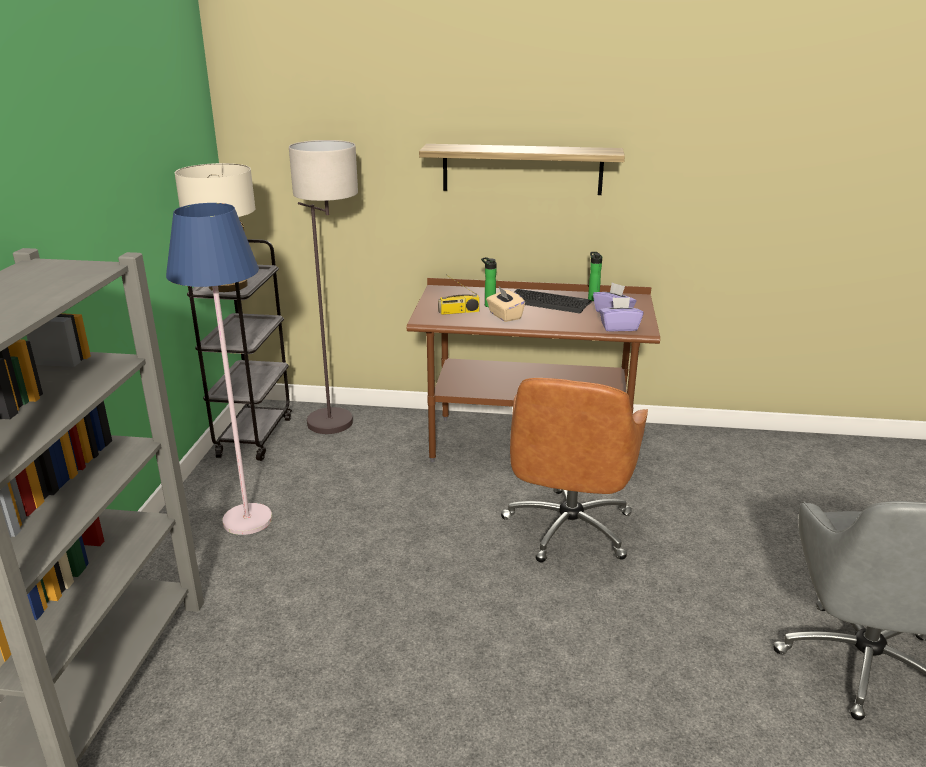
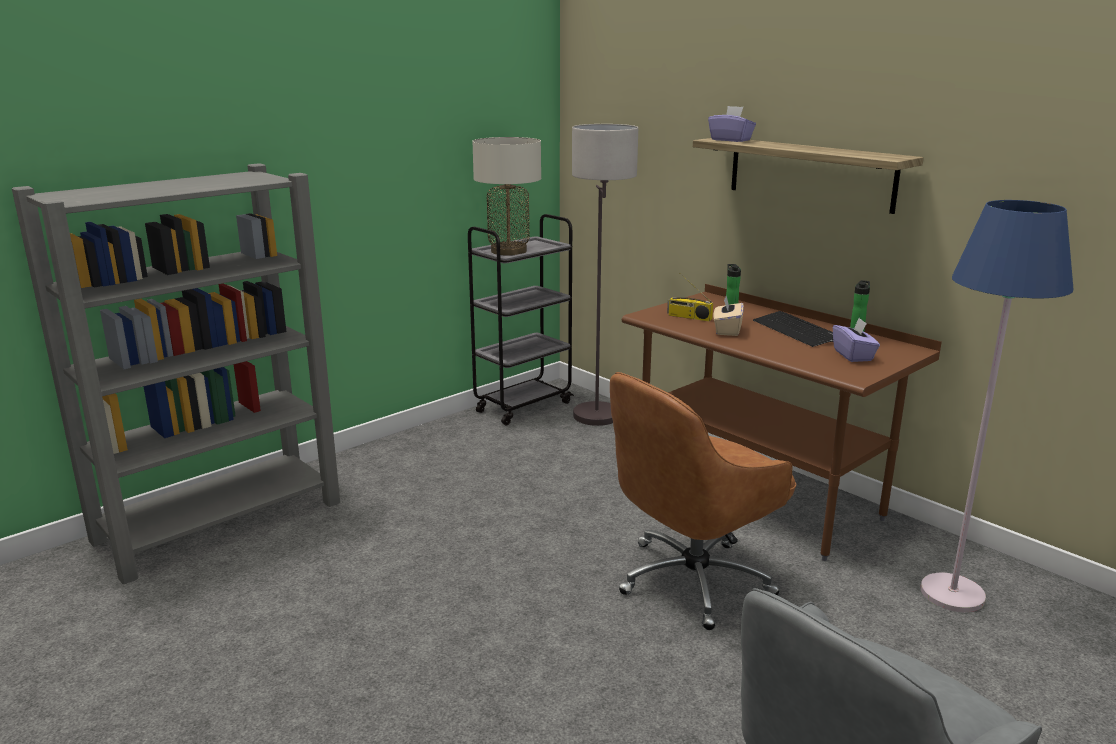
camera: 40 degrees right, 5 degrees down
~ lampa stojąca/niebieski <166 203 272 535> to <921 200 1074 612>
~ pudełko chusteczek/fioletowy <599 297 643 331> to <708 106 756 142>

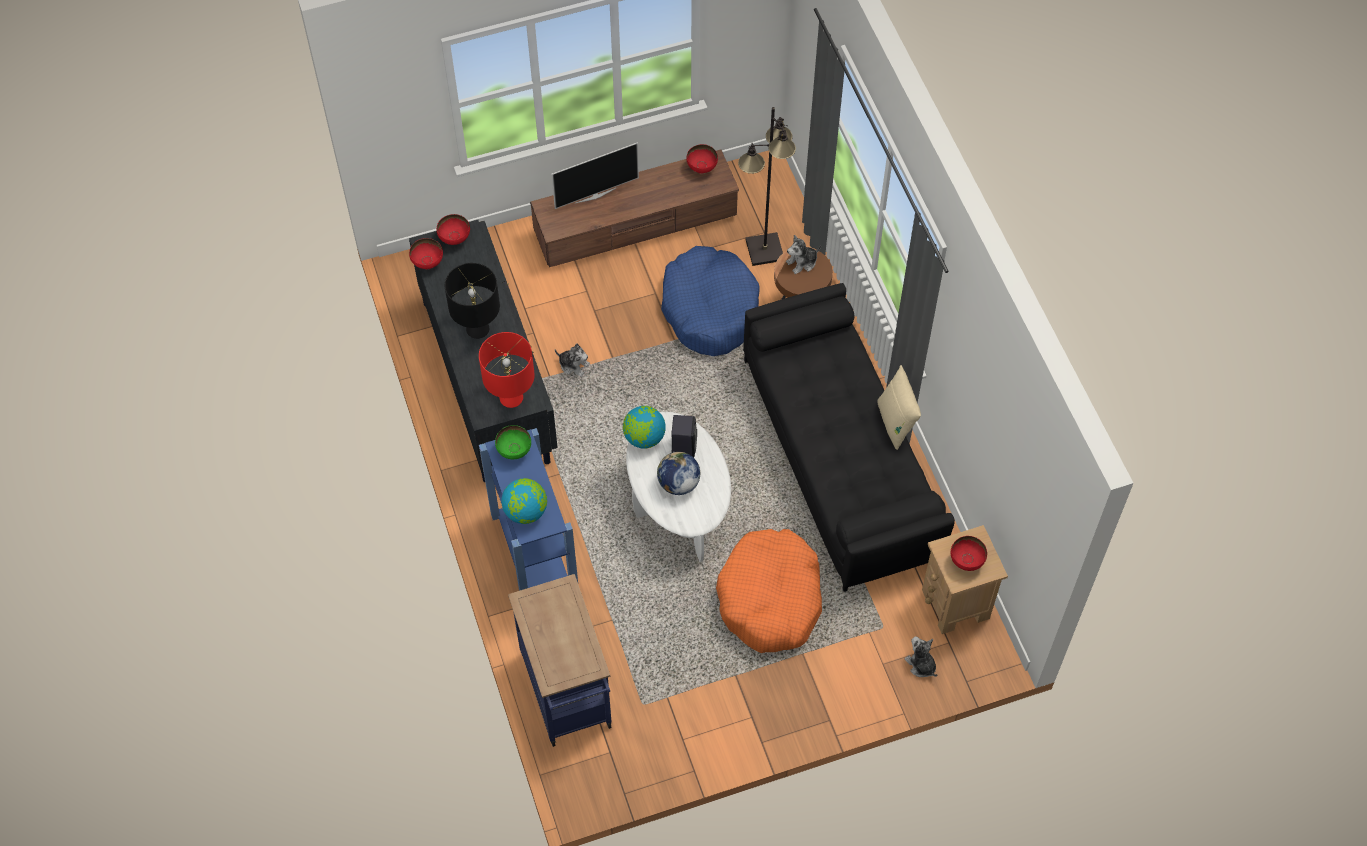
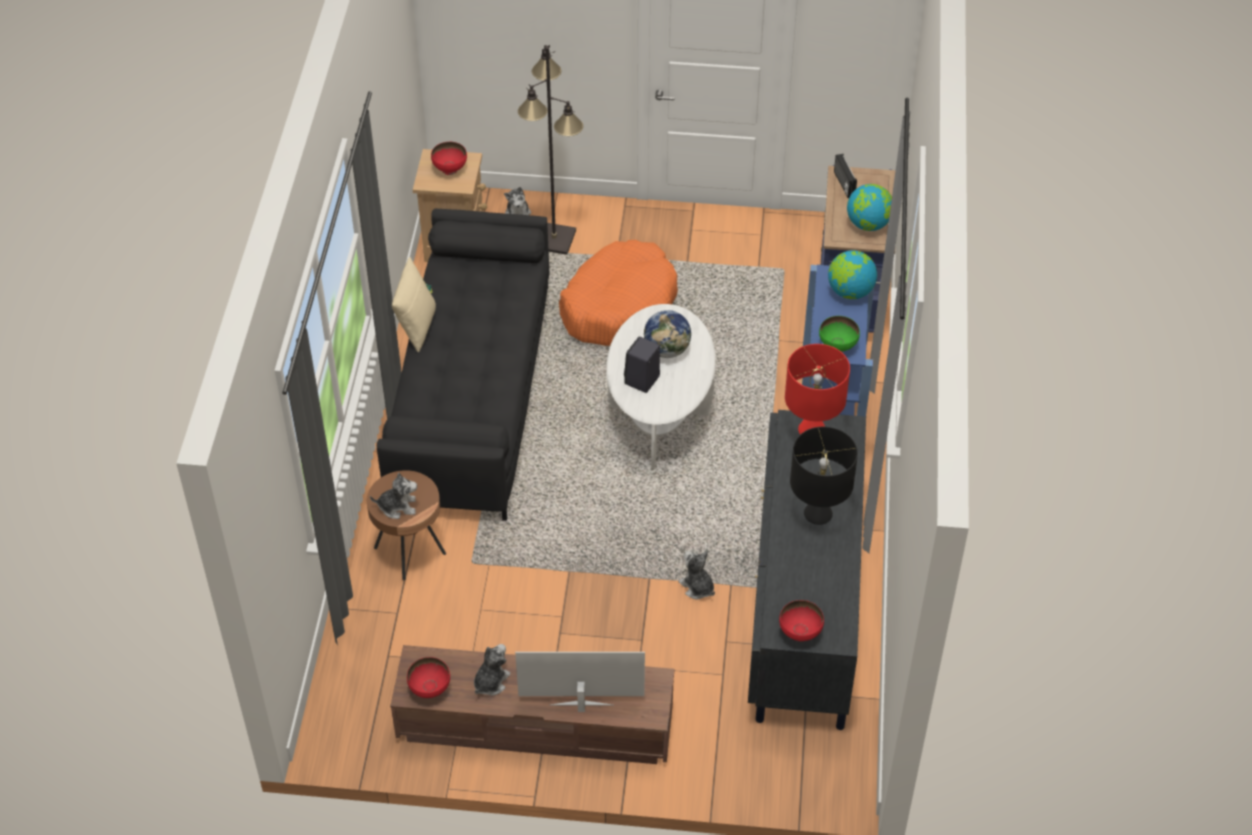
camera: 155 degrees left, 10 degrees down
- miska/czerwony <409 238 443 269>
~ globus <623 406 666 449> to <847 184 892 231>
- legowisko/niebieski <661 246 760 356>
~ lampa stojąca/czarny <738 107 796 266> to <518 45 583 255>
+ pluszak <474 644 511 696>
+ radio <834 154 857 198>

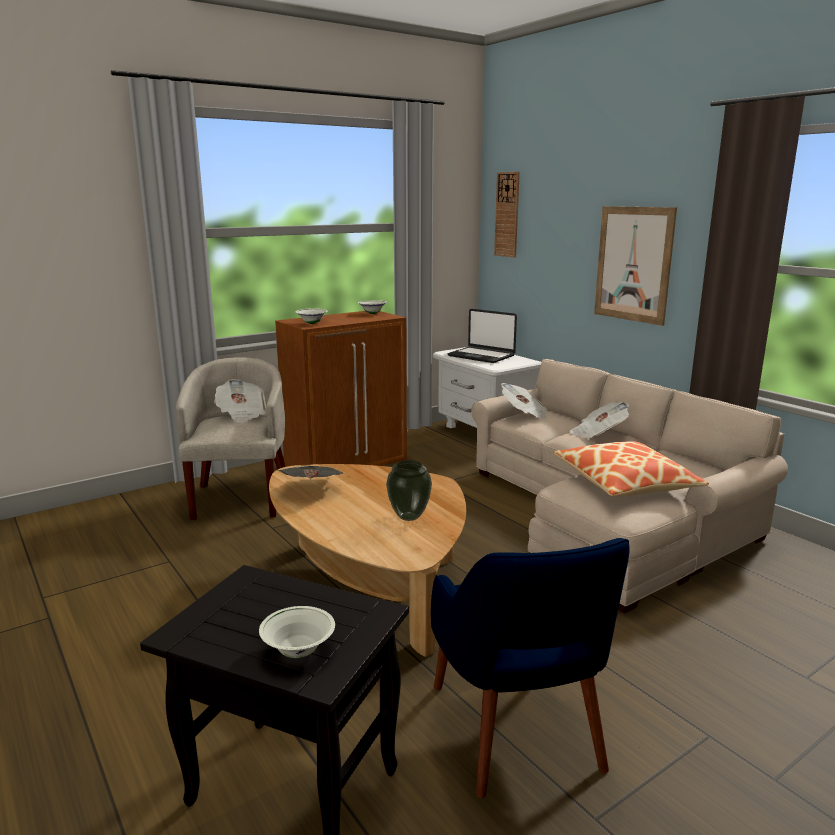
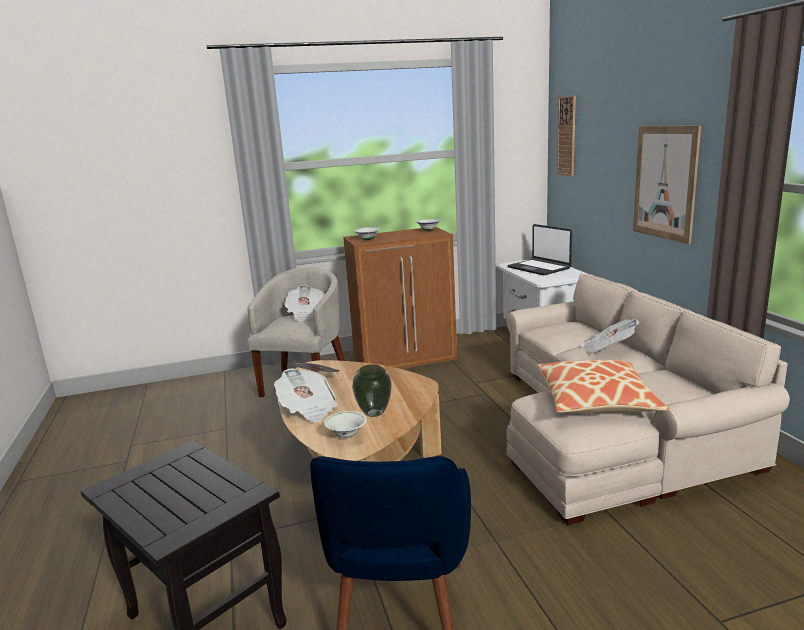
camera: 20 degrees right, 0 degrees up
~ miska/biały <259 606 335 658> to <324 411 367 438>
~ gazeta <501 383 547 420> to <274 368 338 423>

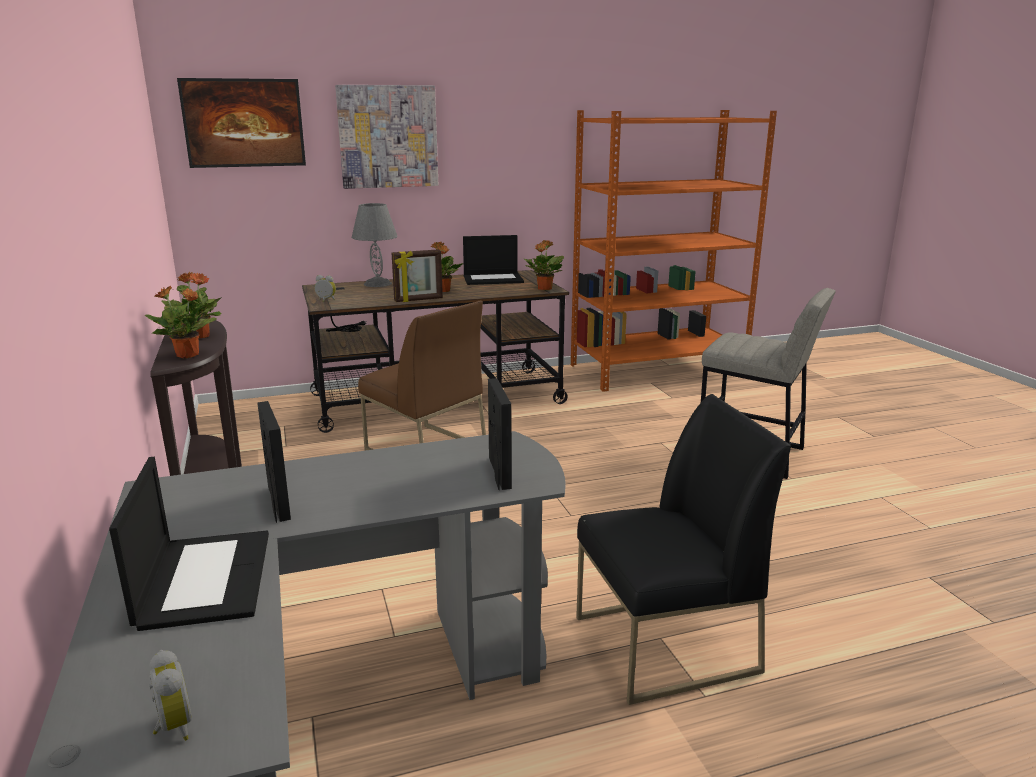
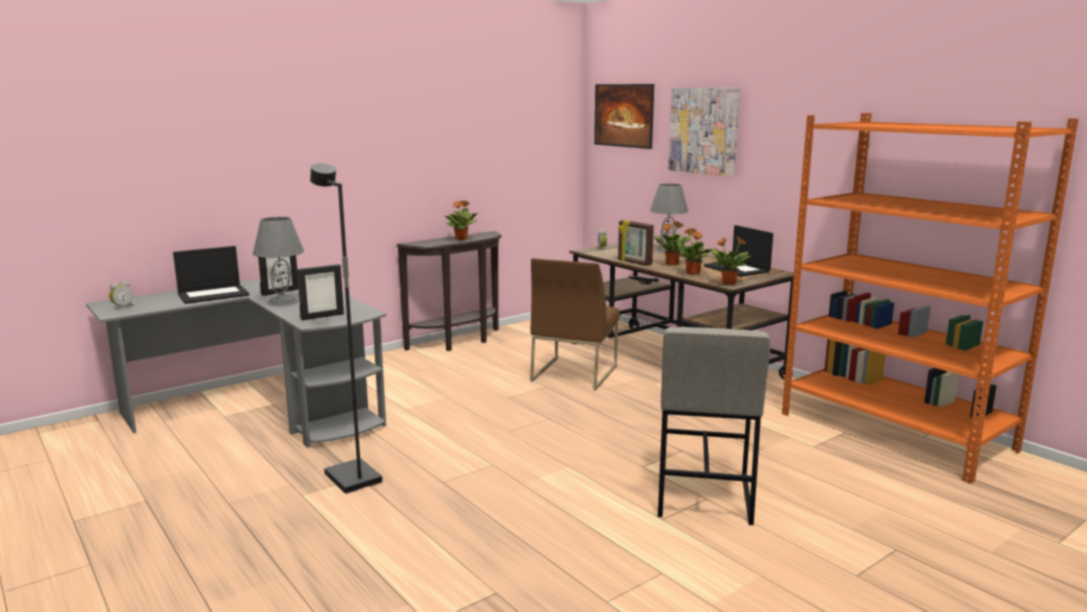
camera: 70 degrees right, 5 degrees down
~ roślina doniczkowa <145 286 217 359> to <677 228 715 275>
~ krzesło/czarny <576 394 791 705> to lampa stojąca/czarny <310 163 382 494>
+ lampa stołowa/szary <253 217 304 306>

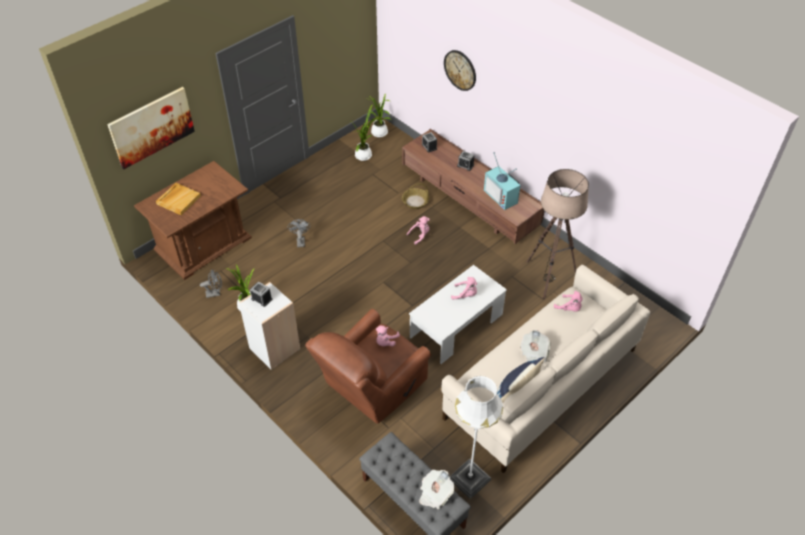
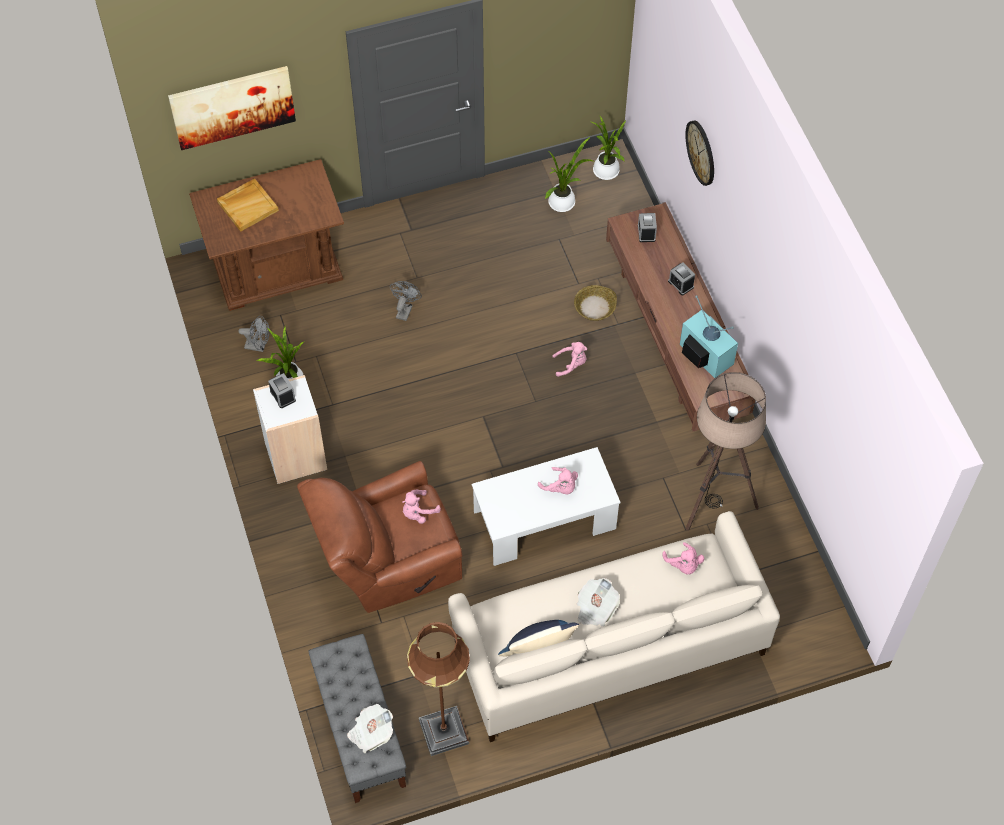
camera: 25 degrees right, 10 degrees up
~ lampa stojąca/biały <450 376 503 500> to lampa stojąca/brązowy <407 622 470 756>
~ telewizor <484 152 521 210> = <680 295 738 378> 150 degrees clockwise

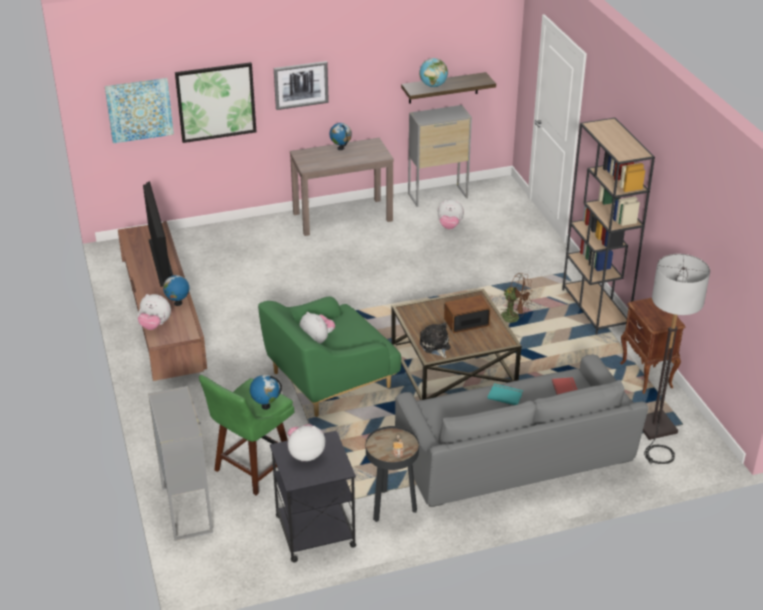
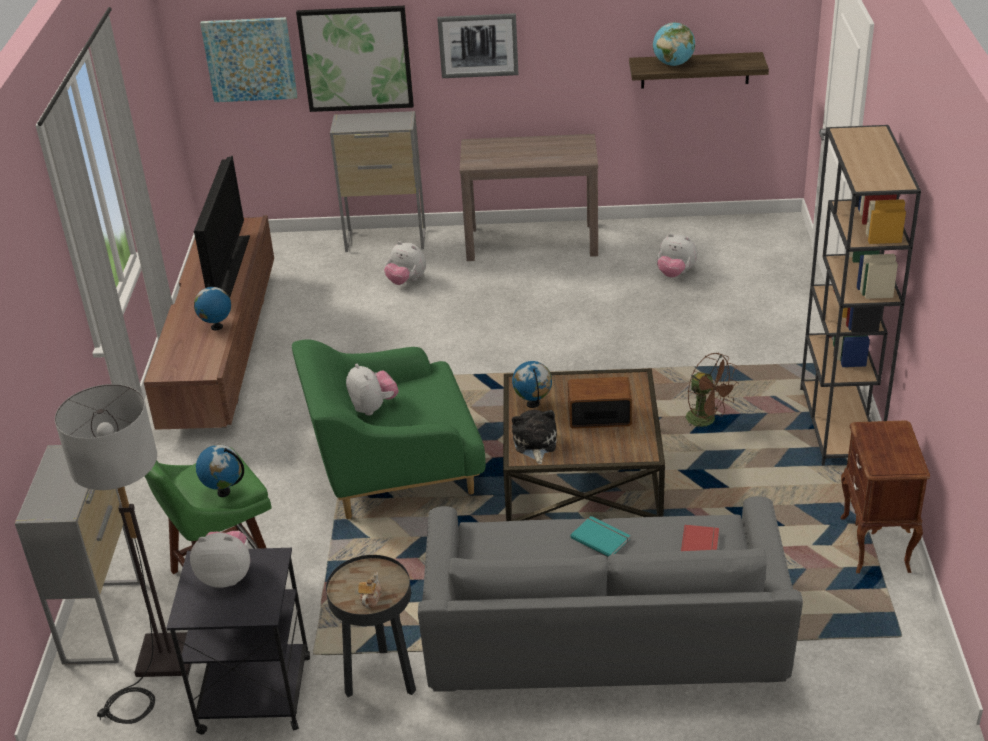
camera: 20 degrees right, 0 degrees up
~ pluszak <138 294 171 330> to <384 241 426 285>
~ globus <329 123 352 150> to <512 361 552 408>
~ szafka/szary <408 105 472 207> to <330 111 426 252>
~ lampa stojąca <643 254 710 464> to <55 384 190 724>

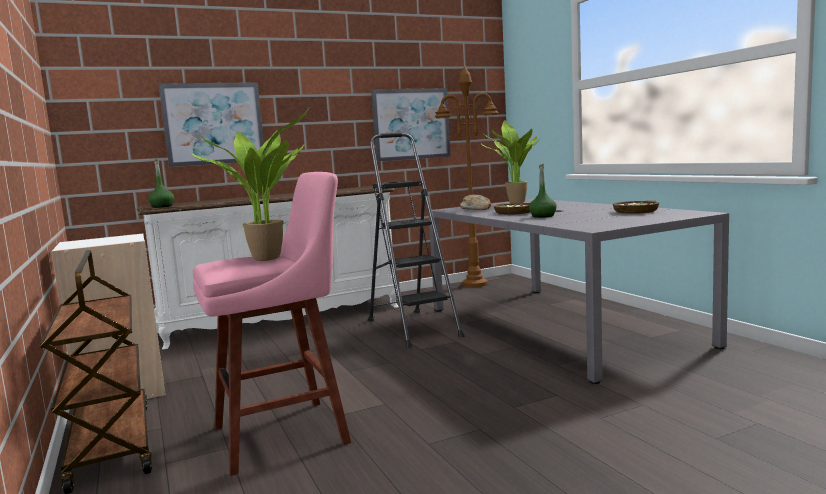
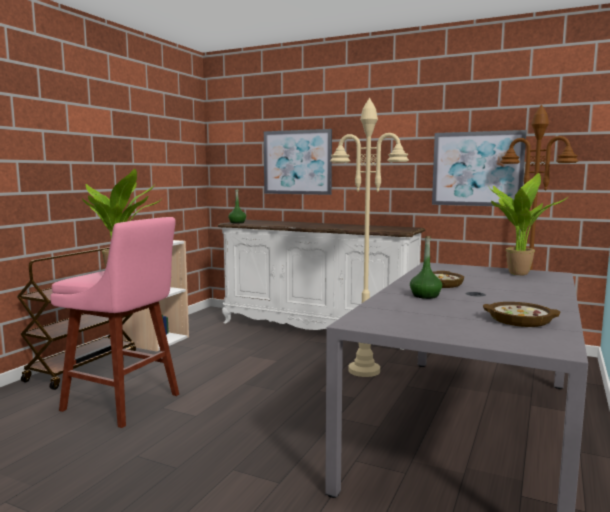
camera: 50 degrees right, 0 degrees up
~ drabinka <368 133 465 348> to lampa stojąca/beżowy <330 98 409 377>
- chleb <460 195 491 210>

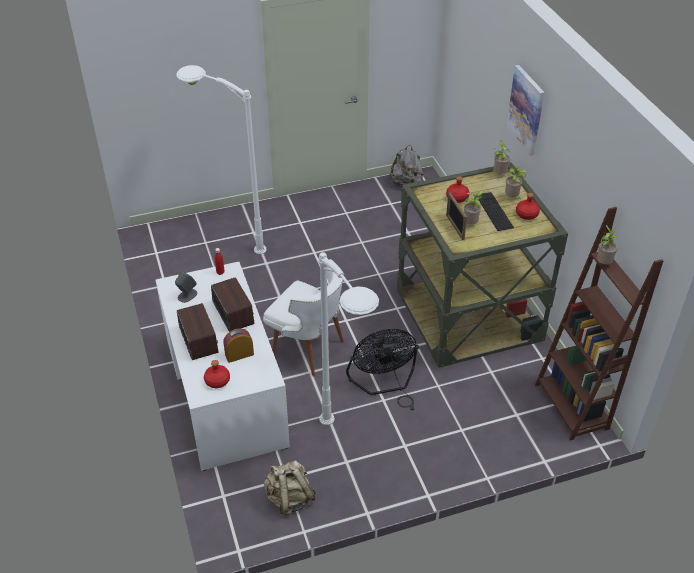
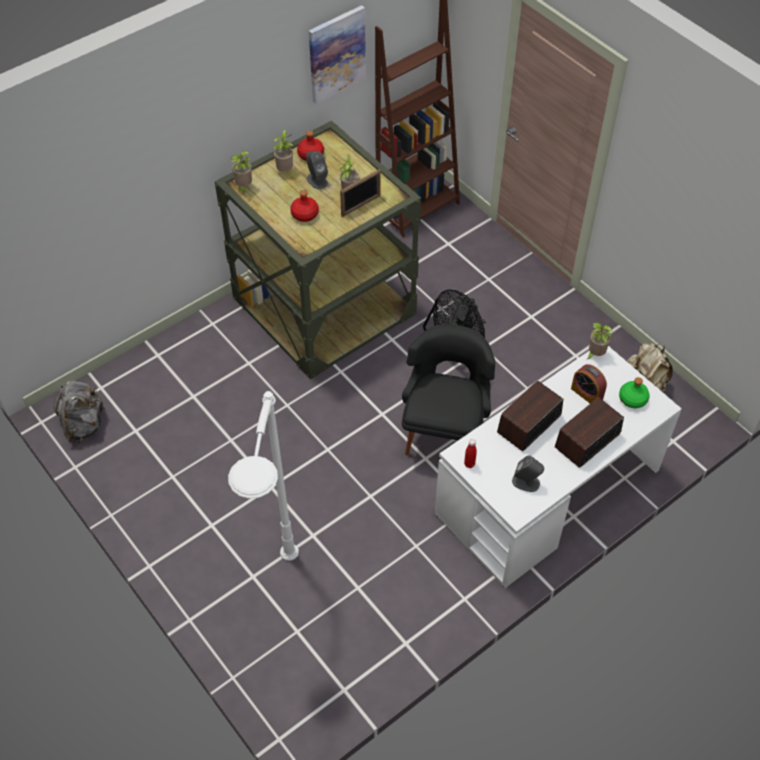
camera: 110 degrees left, 10 degrees up
~ butelka/czerwony <204 360 230 388> to butelka/zielony <619 377 650 408>
~ krzesło/biały <263 259 344 376> to krzesło/czarny <402 324 495 456>
- lampa stojąca/biały <318 252 379 425>
~ klawiatura <478 192 514 231> to głośnik/szary <306 151 328 189>
~ obraz <506 65 544 156> to <309 5 366 104>
~ roślina doniczkowa <597 225 618 265> to <588 322 613 359>

